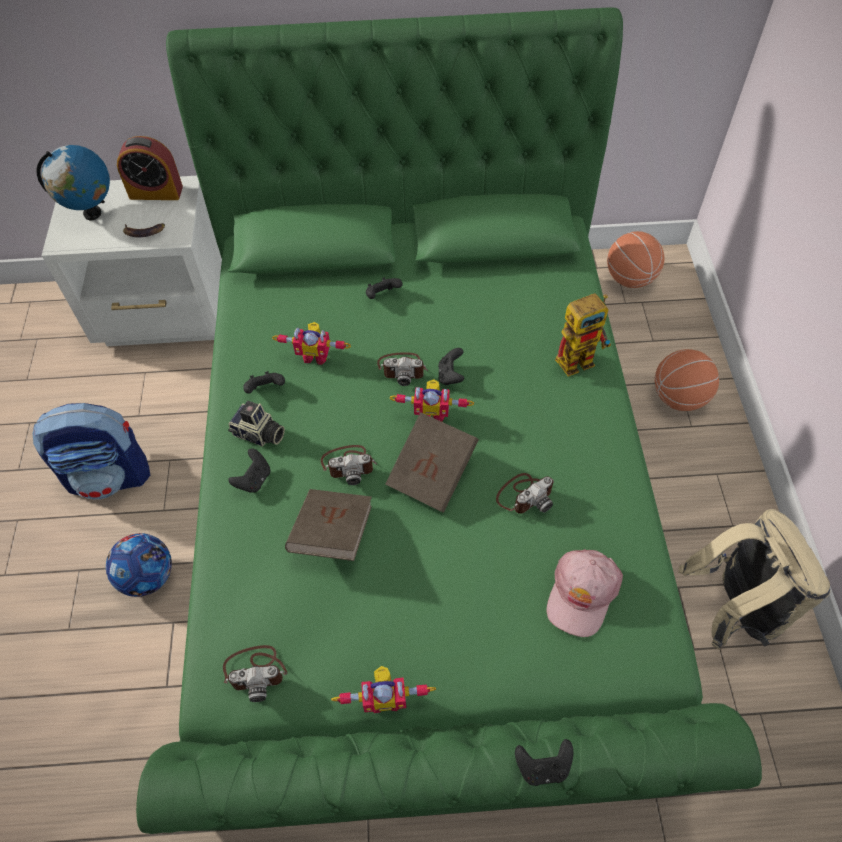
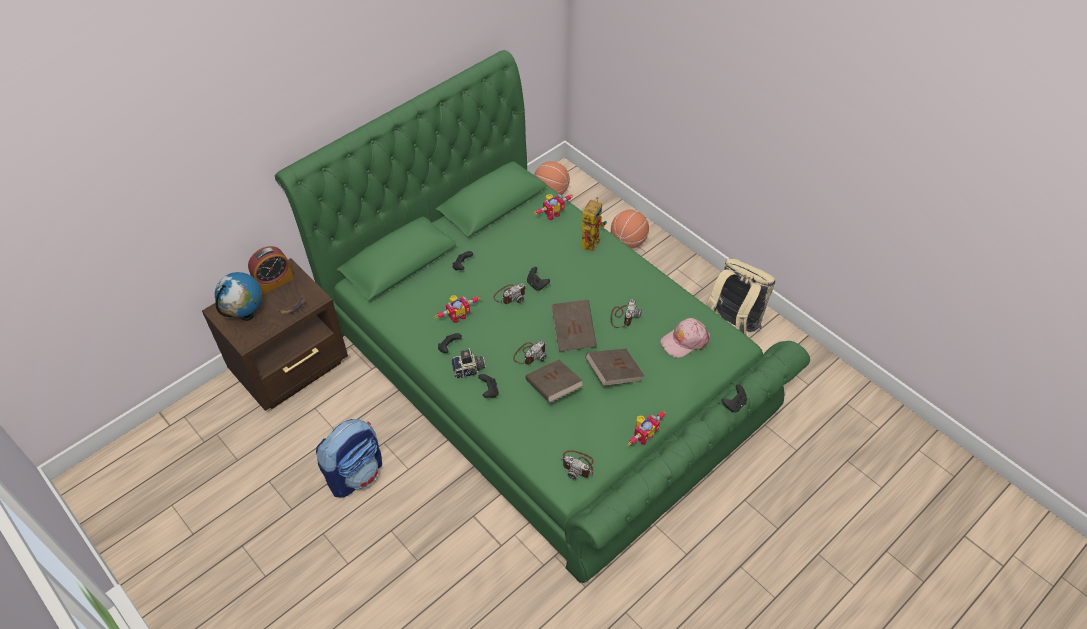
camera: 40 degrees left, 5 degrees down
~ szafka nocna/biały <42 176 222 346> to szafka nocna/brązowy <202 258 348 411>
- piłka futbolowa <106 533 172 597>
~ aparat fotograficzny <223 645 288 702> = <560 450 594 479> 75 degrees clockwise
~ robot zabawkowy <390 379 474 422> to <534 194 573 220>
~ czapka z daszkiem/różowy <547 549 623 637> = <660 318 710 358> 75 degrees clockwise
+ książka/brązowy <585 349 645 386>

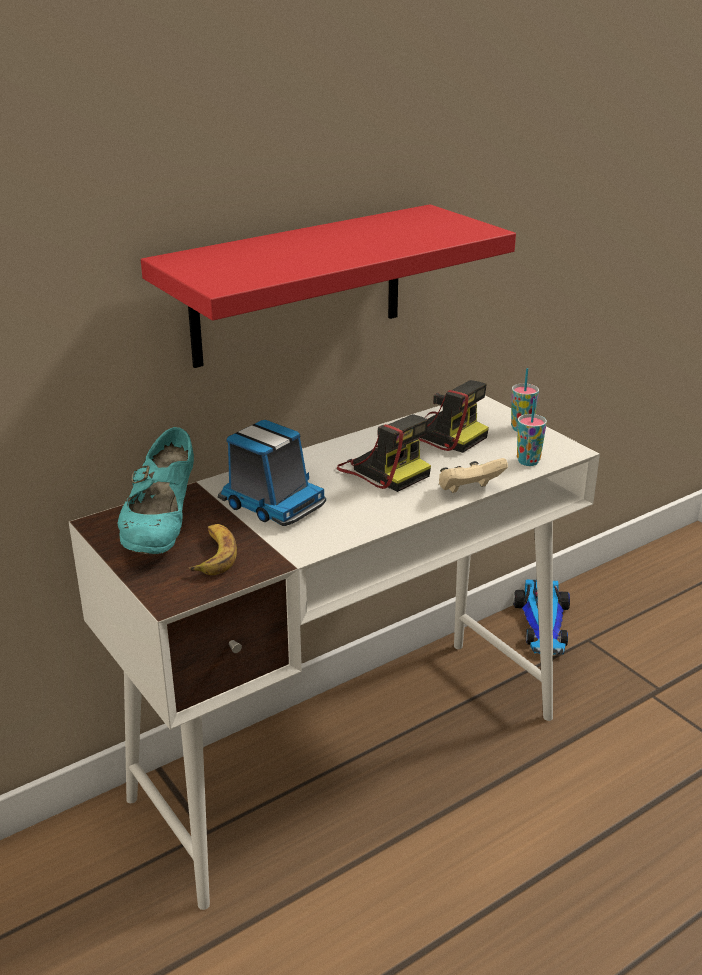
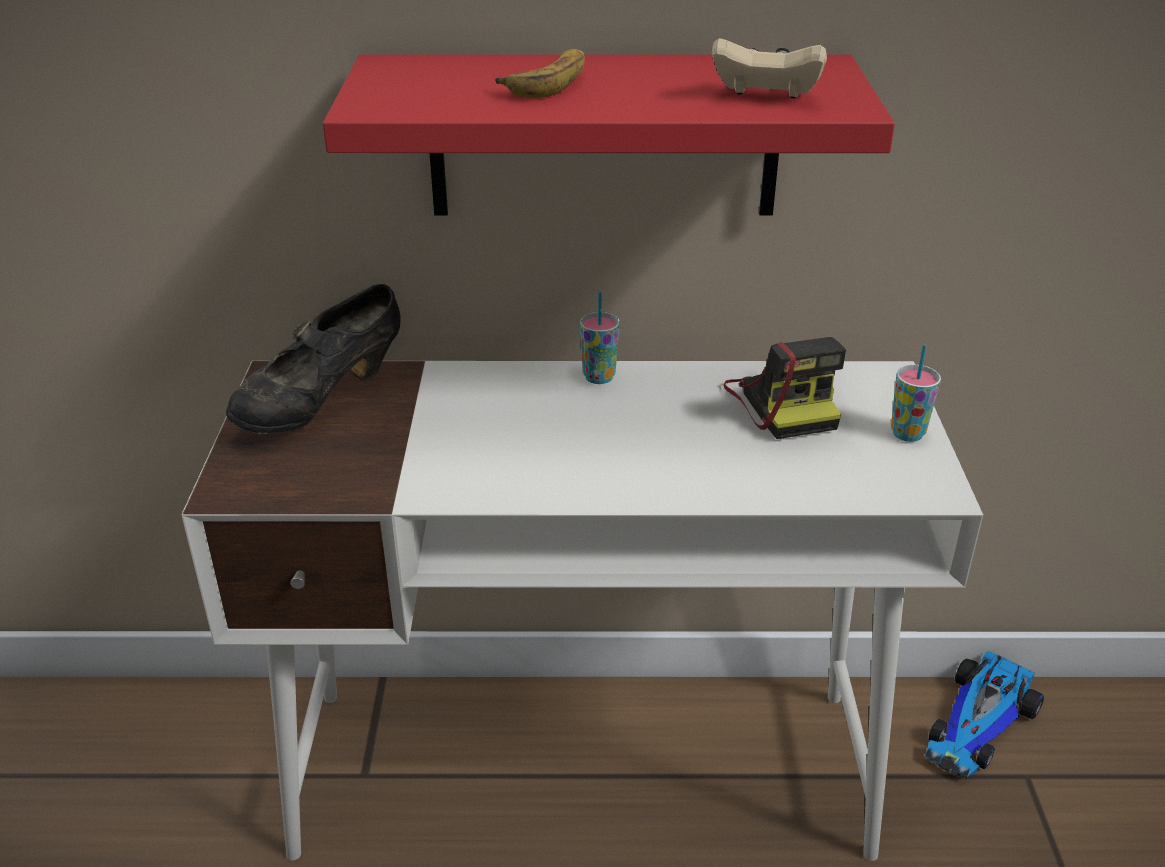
camera: 35 degrees right, 5 degrees up
~ but/turkusowy <118 427 194 554> to but/czarny <226 284 400 434>
~ banan <189 524 237 575> to <495 49 585 97>
- ciężarówka zabawkowa <218 420 326 526>
- aparat fotograficzny <337 414 431 492>
~ pad do gier/beżowy <439 458 508 493> to <712 38 827 99>
~ filiżanka <517 398 547 466> to <580 292 620 384>

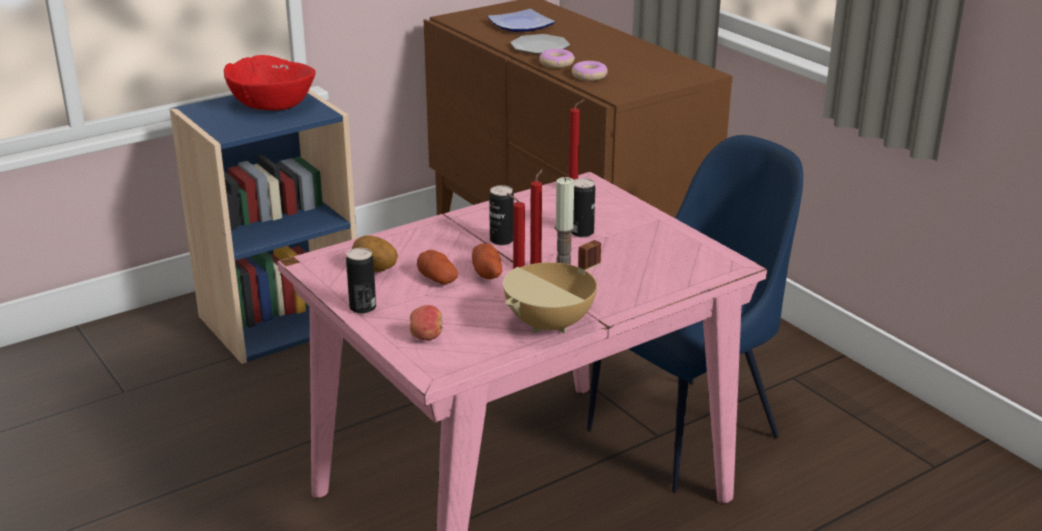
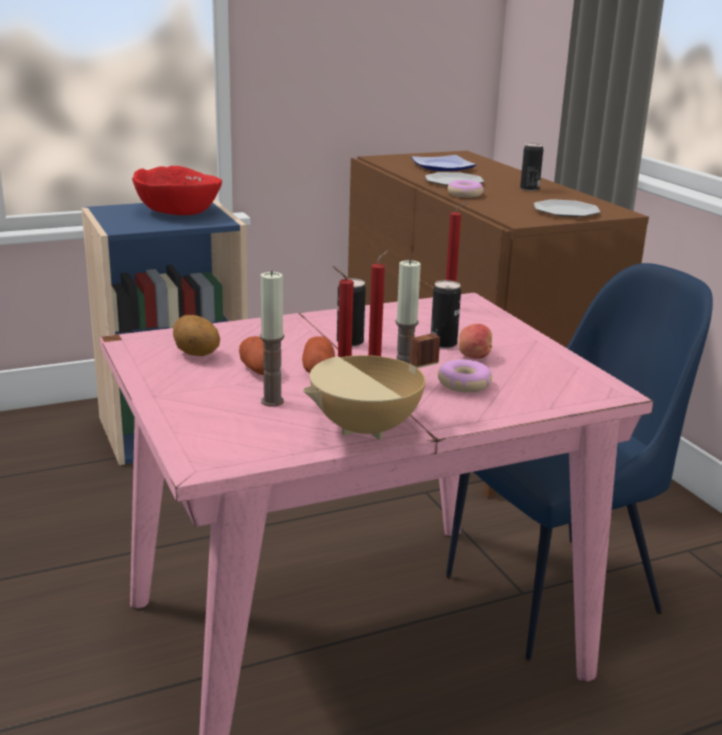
camera: 10 degrees right, 5 degrees down
~ puszka <346 248 376 314> to <520 143 543 191>
~ jabłko <410 305 443 341> to <459 324 492 359>
~ donut <572 61 608 81> to <438 359 492 393>
+ świeca <260 271 284 406>
+ talerz <534 199 600 217>

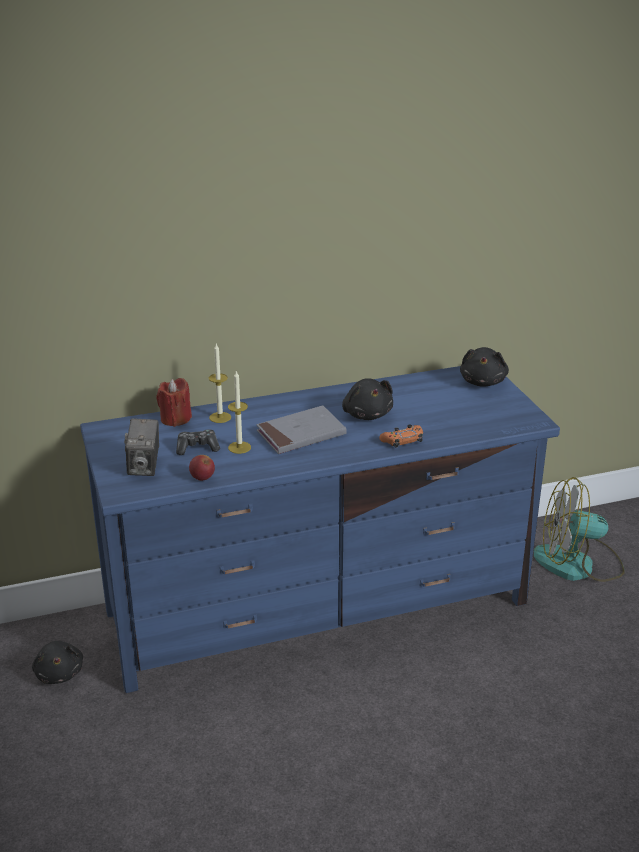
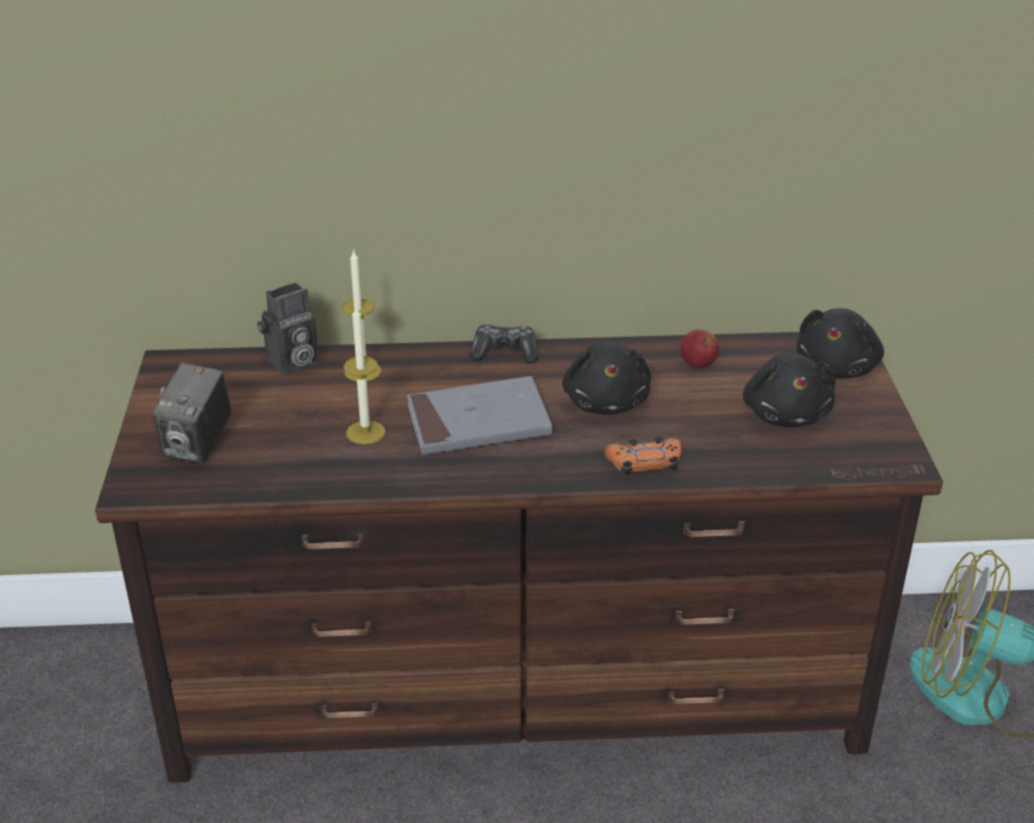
camera: 15 degrees right, 5 degrees up
~ pluszak/czarny <32 641 83 684> to <743 353 835 427>
~ komoda/niebieski <80 366 560 693> to komoda/brązowy <95 332 943 783>
~ świeca/czerwony <156 378 192 427> to aparat fotograficzny <257 282 318 376>
~ pad do gier <176 429 220 455> to <470 324 538 363>
~ jabłko <189 455 215 481> to <680 329 719 368>

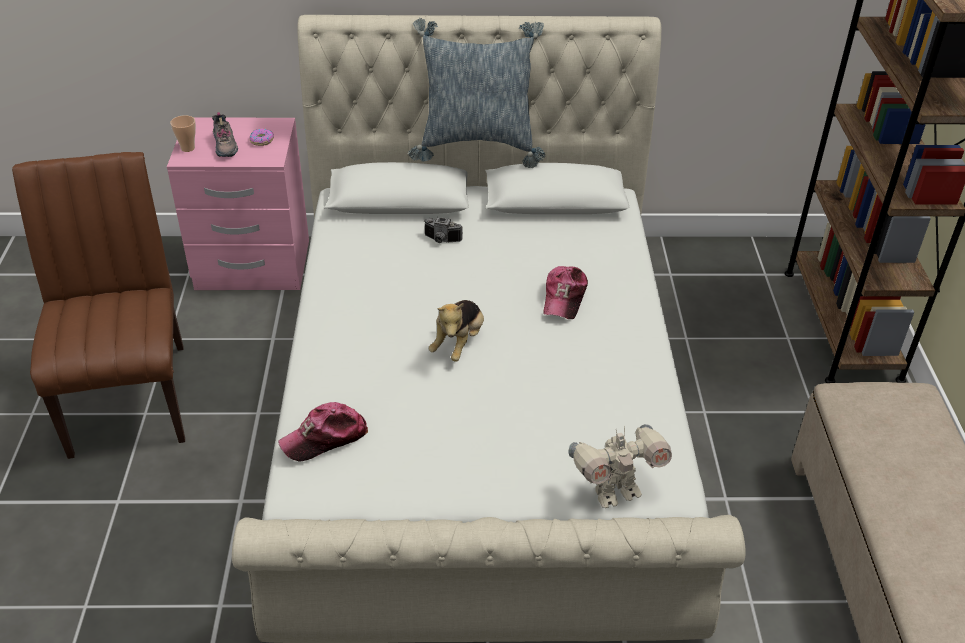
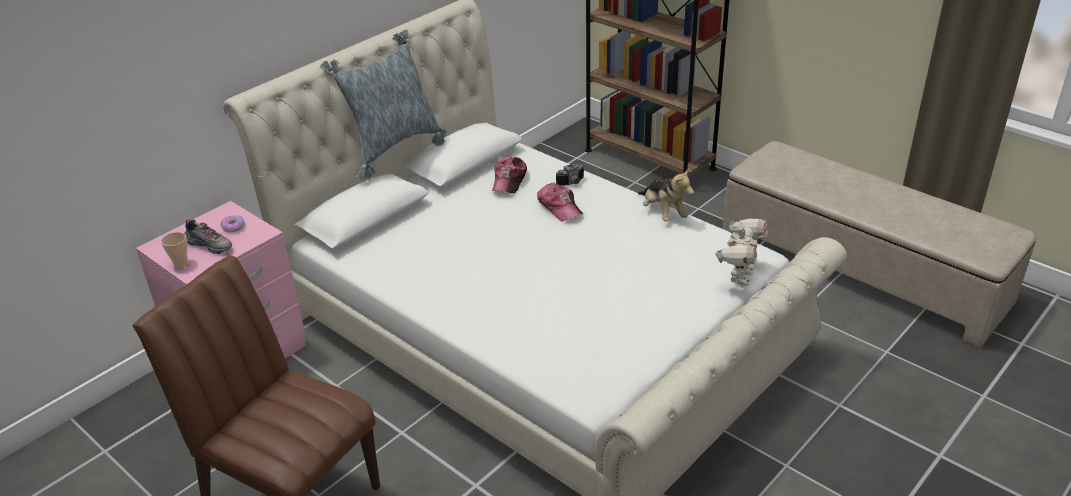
camera: 45 degrees left, 5 degrees down
~ czapka z daszkiem <278 402 368 461> to <492 157 527 194>
~ aparat fotograficzny <424 217 463 243> to <556 164 584 186>
~ pluszak <429 300 484 361> to <638 168 694 221>

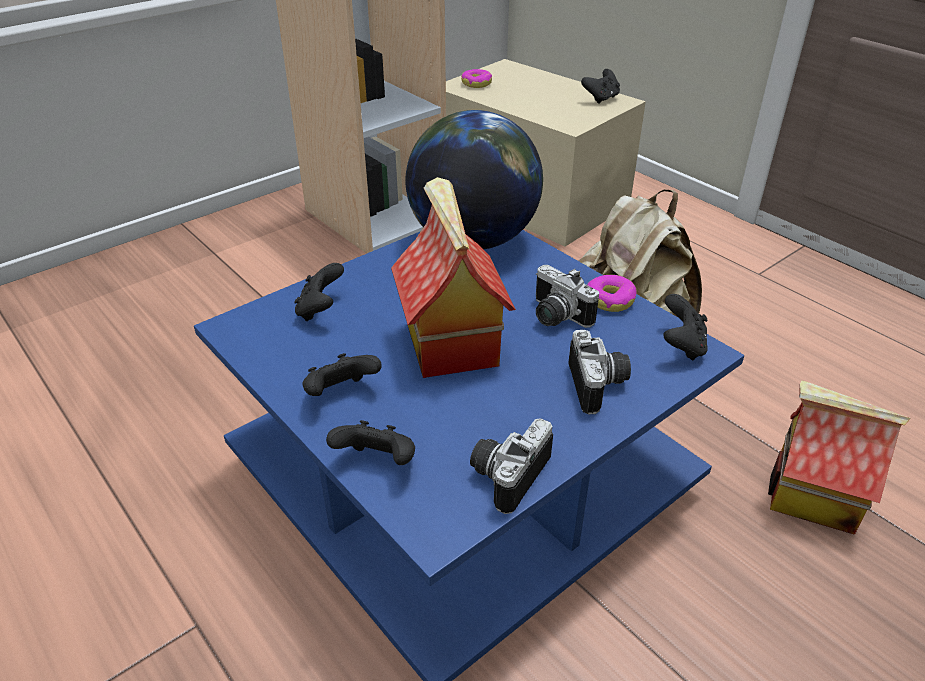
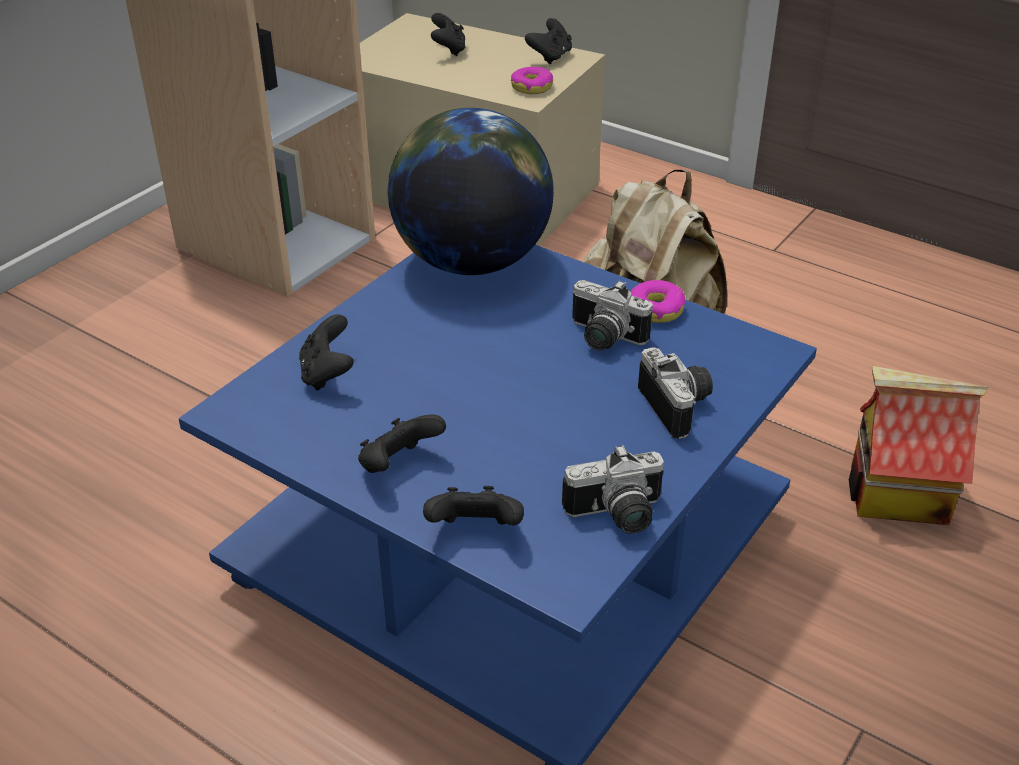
camera: 15 degrees left, 0 degrees up
- domek <391 177 516 378>
~ donut <461 69 492 88> to <511 67 553 94>
~ aparat fotograficzny <470 418 553 514> = <562 445 664 534> 120 degrees counterclockwise
~ pad do gier/czarny <663 294 708 361> to <431 13 466 56>

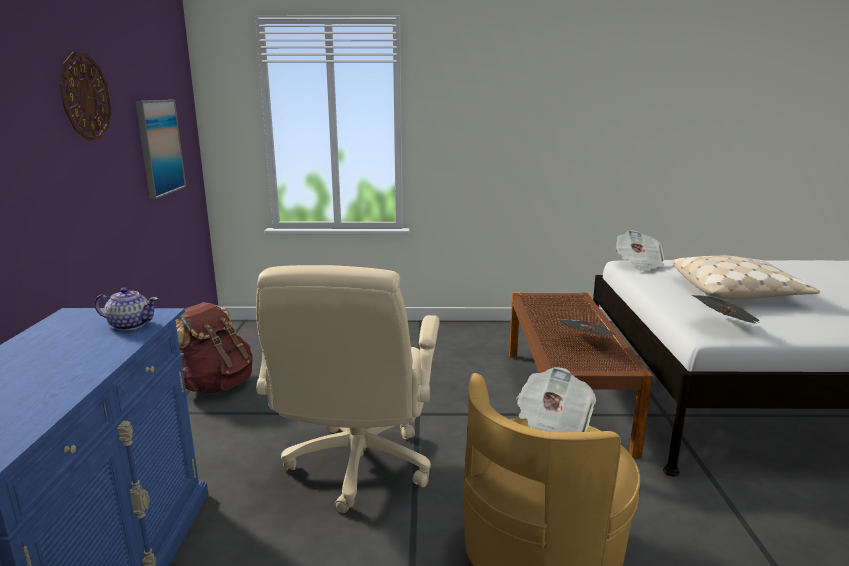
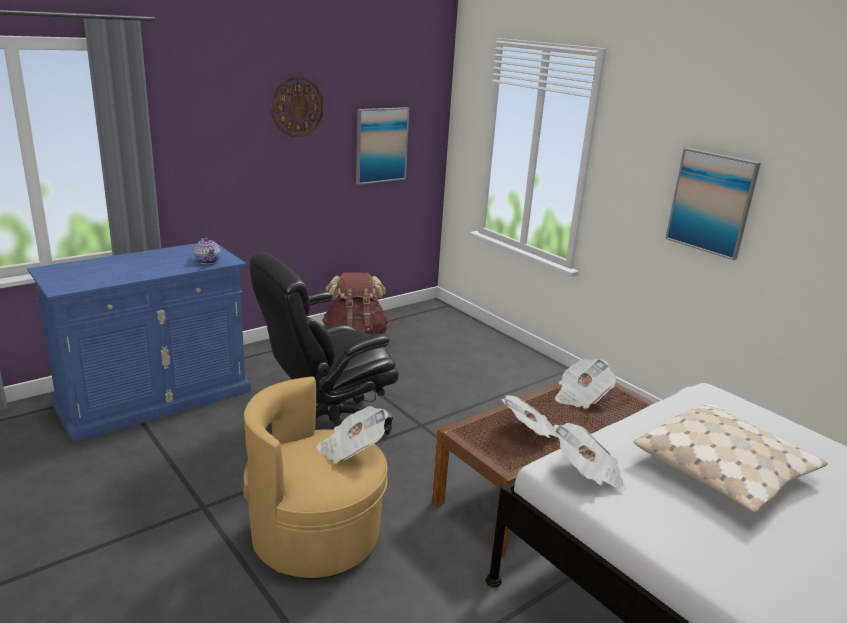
camera: 50 degrees right, 5 degrees up
~ krzesło biurowe/beżowy <256 265 440 513> to krzesło biurowe/czarny <250 252 399 435>
~ gazeta <615 230 664 271> to <555 359 616 409>
+ obraz <665 148 761 260>

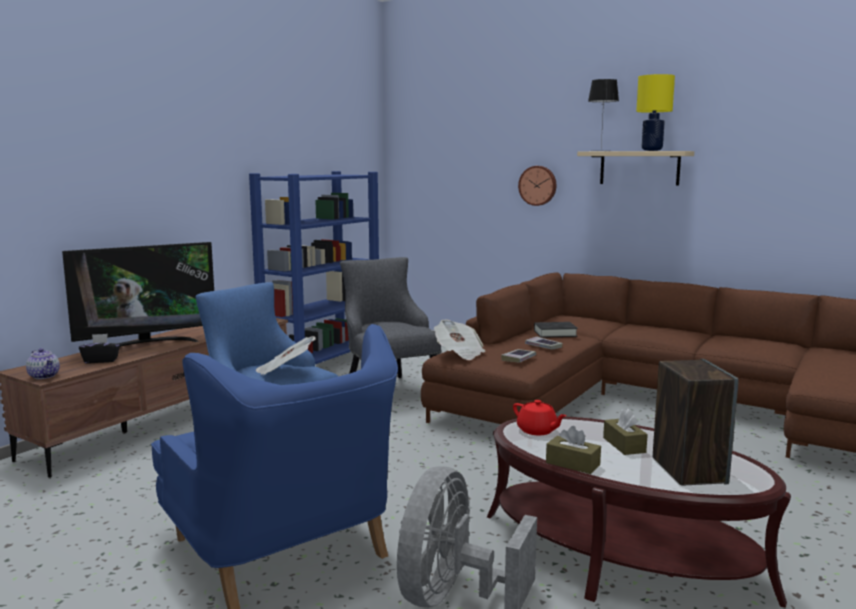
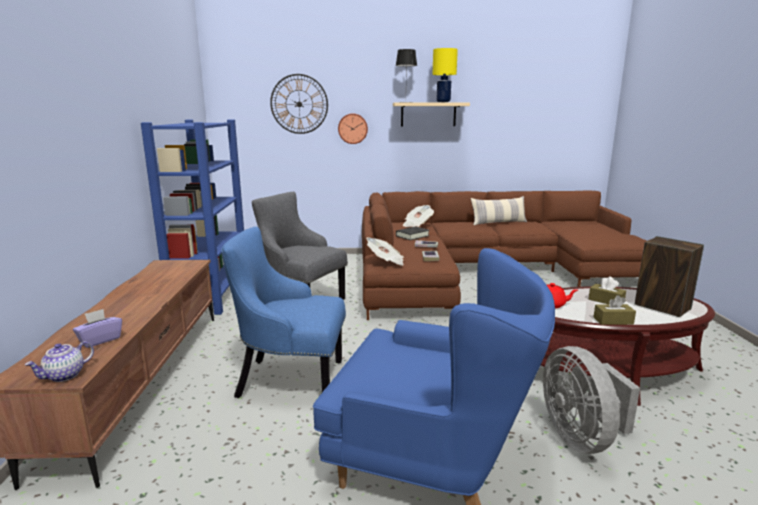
camera: 35 degrees left, 5 degrees up
~ imbryk <26 348 60 379> = <25 341 94 382> 120 degrees clockwise
- telewizor <62 242 214 347>
~ pudełko chusteczek/czarny <79 334 120 363> to pudełko chusteczek/fioletowy <73 309 122 348>
~ gazeta <256 336 316 376> to <403 205 434 227>
+ zegar ścienny <270 74 328 134>
+ poduszka <471 196 527 225>

